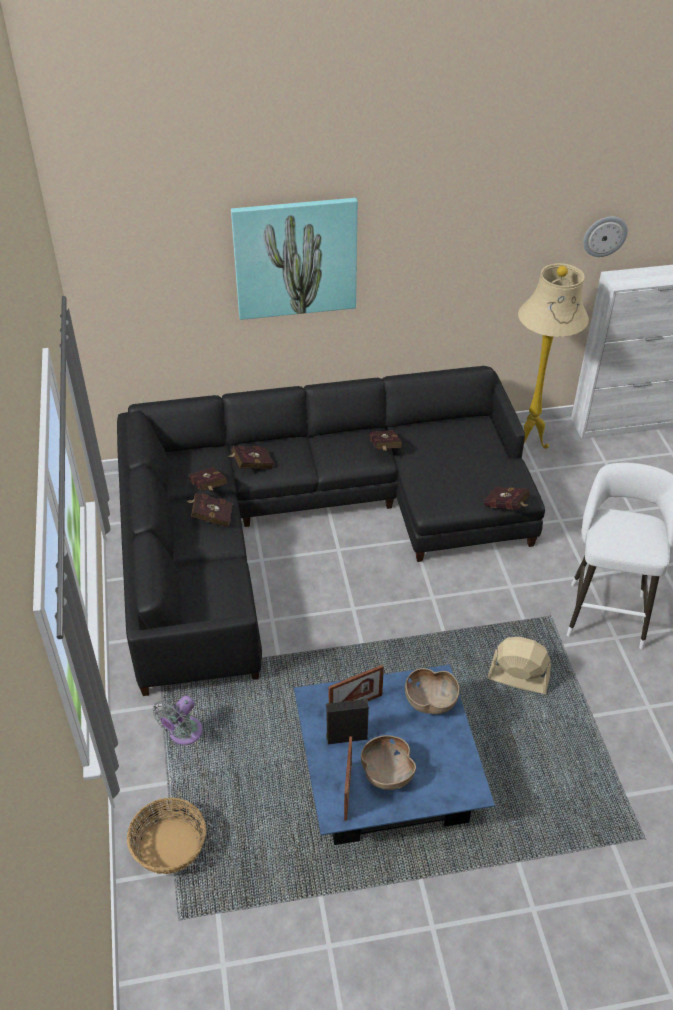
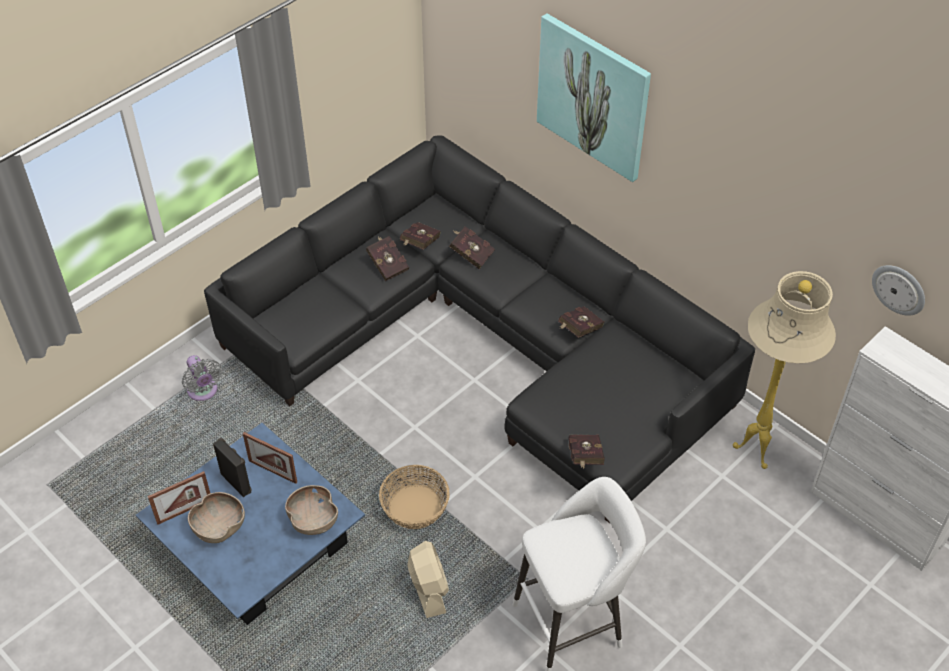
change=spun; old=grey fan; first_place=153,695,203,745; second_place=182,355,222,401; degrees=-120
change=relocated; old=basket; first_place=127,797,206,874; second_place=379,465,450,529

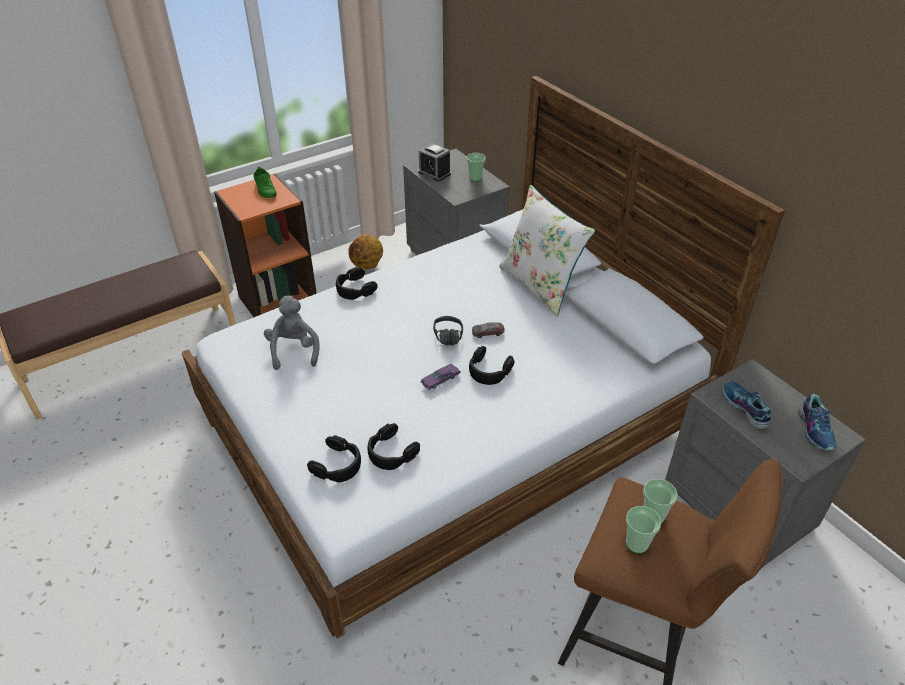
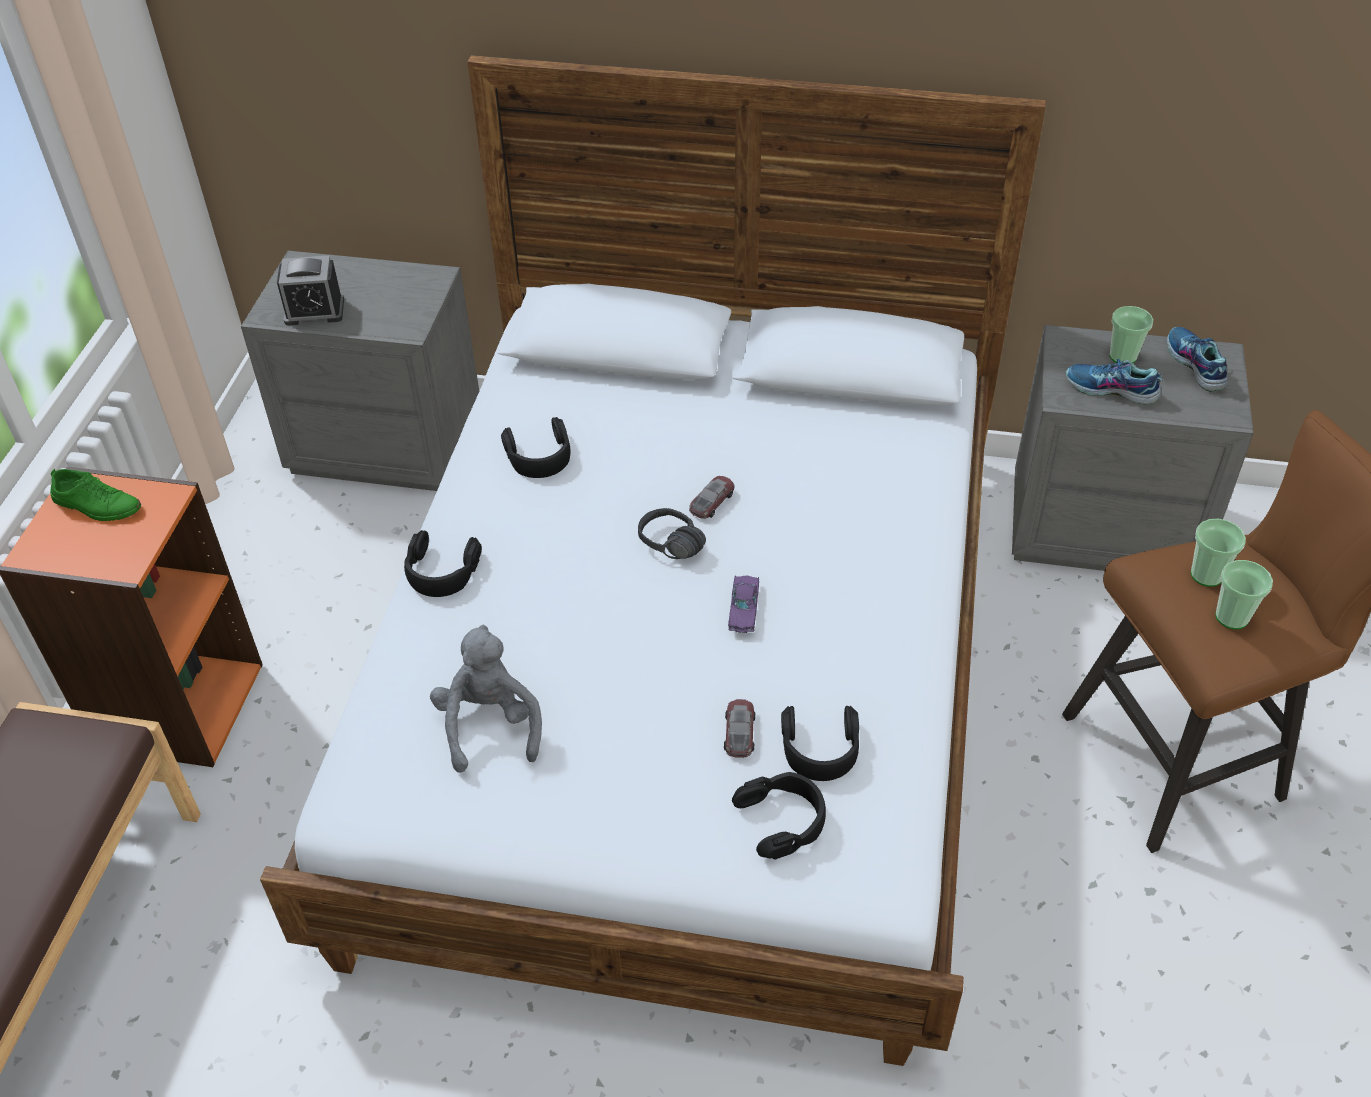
change=relocated; old=cup; first_place=466,153,486,182; second_place=1110,306,1153,364
change=missing; old=white pillow; first_place=499,185,595,316
change=missing; old=basketball; first_place=348,234,383,270
change=spun; old=grey plush toy; first_place=264,296,320,370; second_place=430,625,542,773; degrees=45
change=relocated; old=black headphones; first_place=469,346,515,385; second_place=501,417,570,478
change=spun; old=shoe; first_place=798,393,838,451; second_place=1167,327,1228,392; degrees=-150
change=appeared; new=toy car; second_place=724,699,755,758

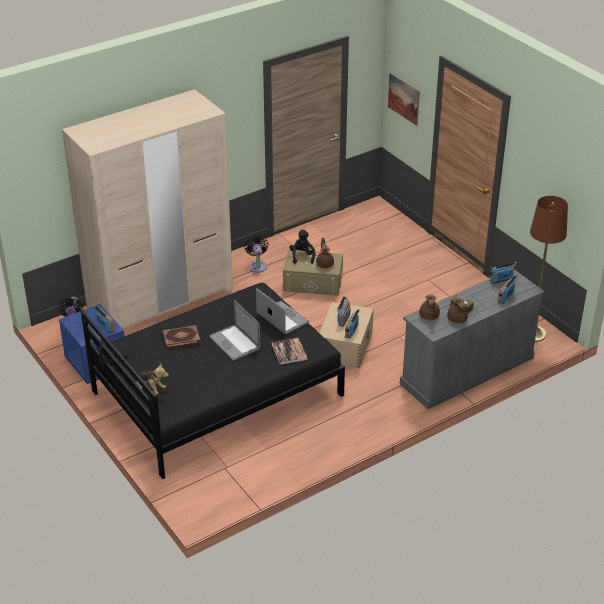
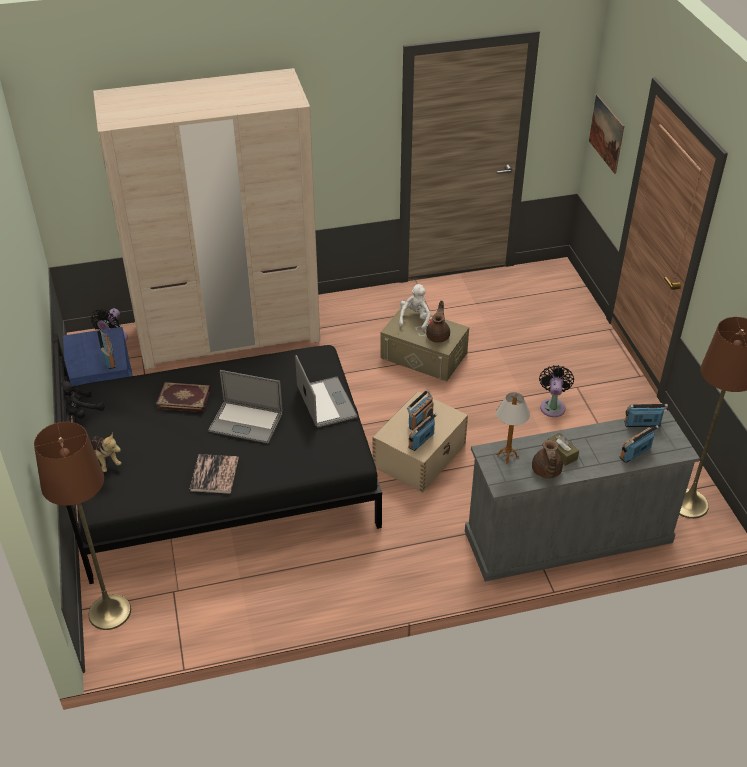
change=colour; old=black plush toy; new=white plush toy; first_place=289,230,315,264; second_place=399,284,431,332
change=relocated; old=black fan; first_place=245,236,268,273; second_place=539,365,574,417
change=exchanged; old=brown teapot; new=table lamp; first_place=419,294,440,320; second_place=496,392,530,464
change=spun; old=laptop; first_place=209,300,261,361; second_place=209,370,283,443; degrees=-60
change=relocated; old=book; first_place=271,338,308,365; second_place=190,454,239,494
change=appeared; new=brown floor lamp; second_place=34,422,131,630

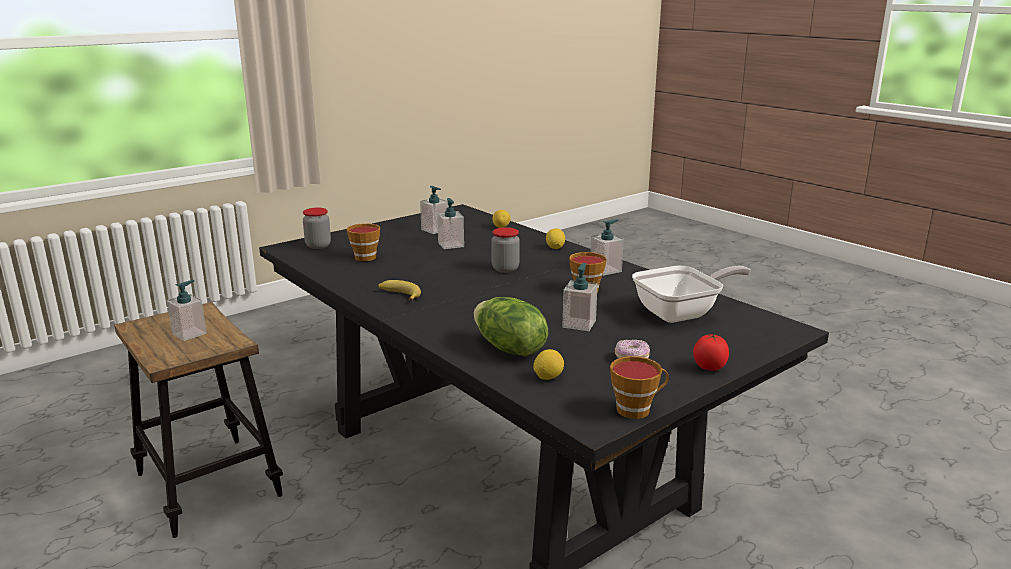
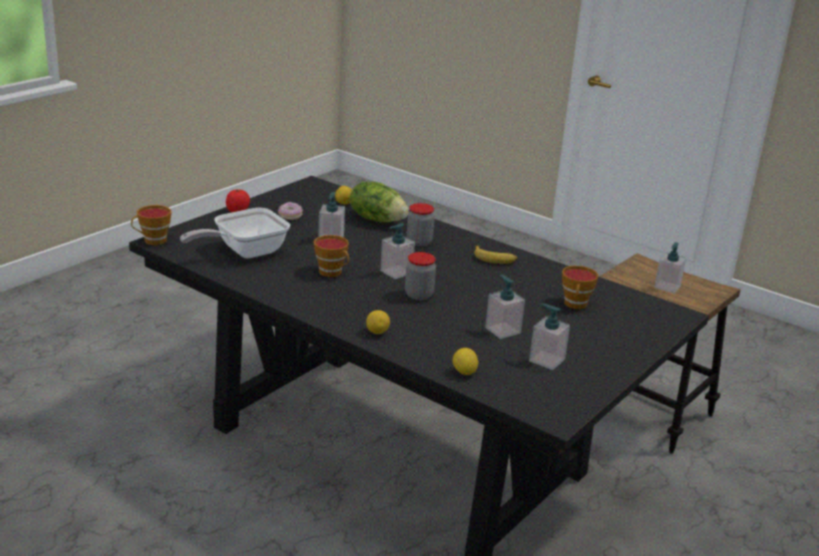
change=relocated; old=jar; first_place=303,208,331,249; second_place=407,203,435,247
change=relocated; old=soap dispenser; first_place=590,219,624,276; second_place=380,223,415,279
change=relocated; old=cup; first_place=610,356,669,419; second_place=131,205,171,245

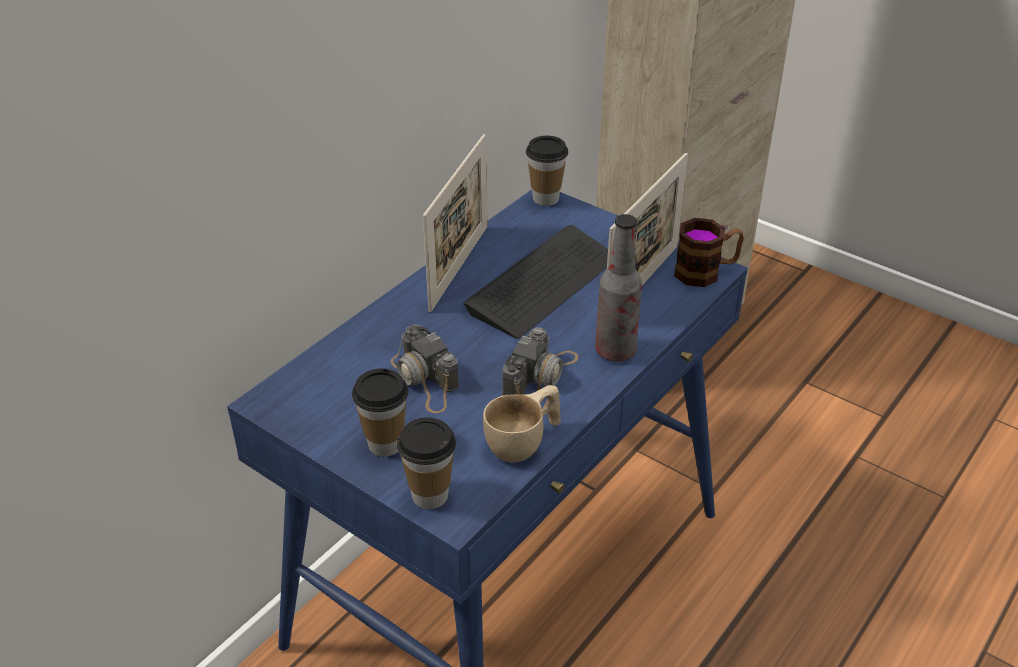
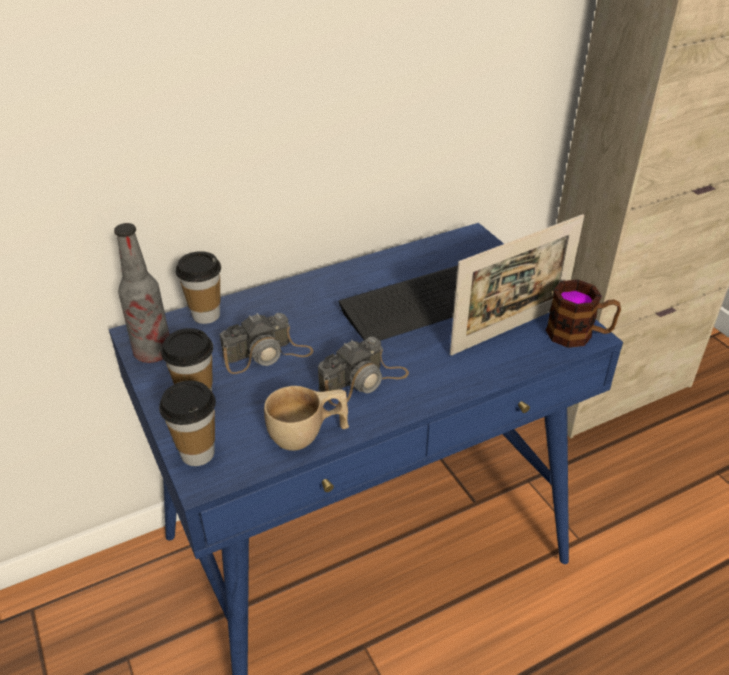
change=missing; old=picture frame; first_place=423,134,487,312
change=relocated; old=cup; first_place=526,136,568,206; second_place=176,251,221,324
change=relocated; old=bottle; first_place=595,214,642,362; second_place=114,223,169,363
change=spun; old=photo camera; first_place=391,324,459,413; second_place=220,313,314,374; degrees=-105

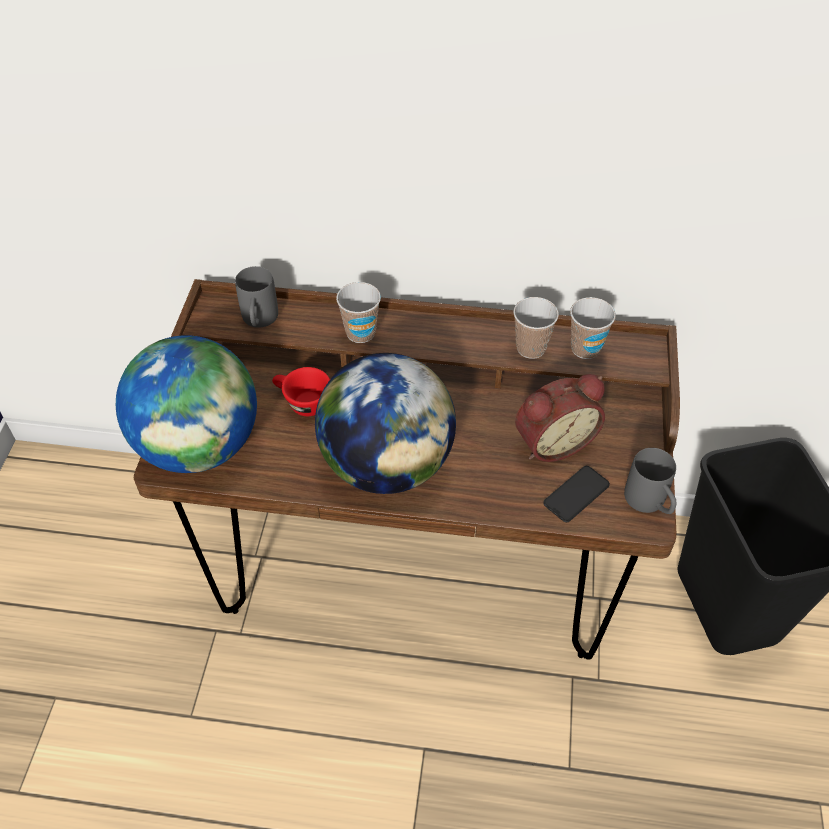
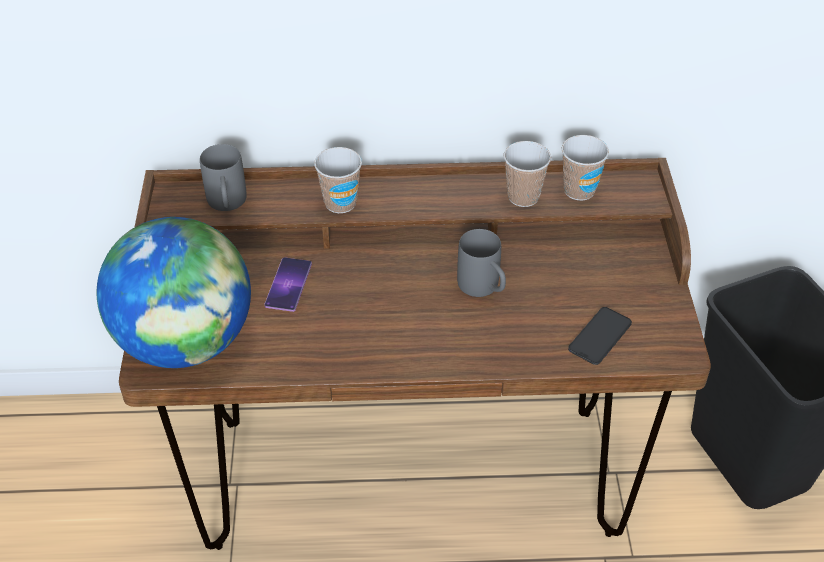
change=missing; old=globe; first_place=315,353,456,494
change=exchanged; old=red cup; new=phone; first_place=272,367,330,416; second_place=265,257,312,312
change=missing; old=alarm clock; first_place=515,374,605,462
change=relocated; old=grey mug; first_place=624,448,677,514; second_place=457,229,506,297

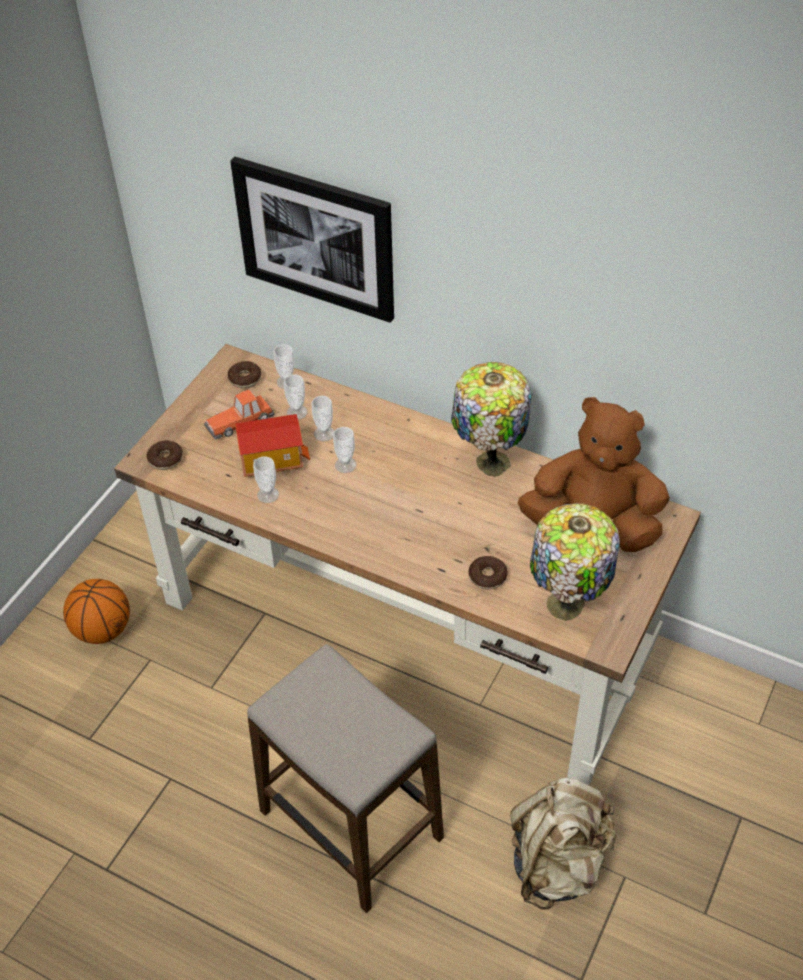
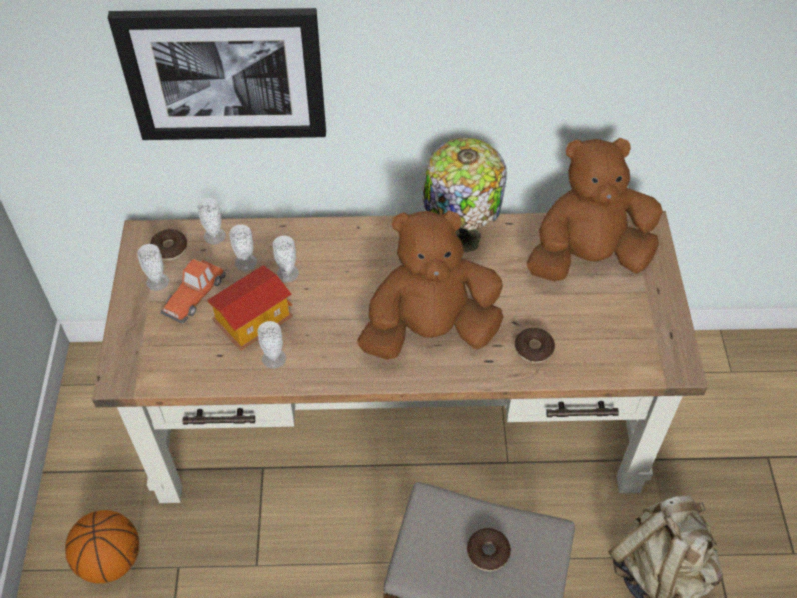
change=relocated; old=cup; first_place=333,427,357,473; second_place=137,244,169,291
change=relocated; old=donut; first_place=147,440,183,470; second_place=467,528,511,571
change=missing; old=table lamp; first_place=530,503,620,621
change=appeared; new=brown plush toy; second_place=357,211,503,360

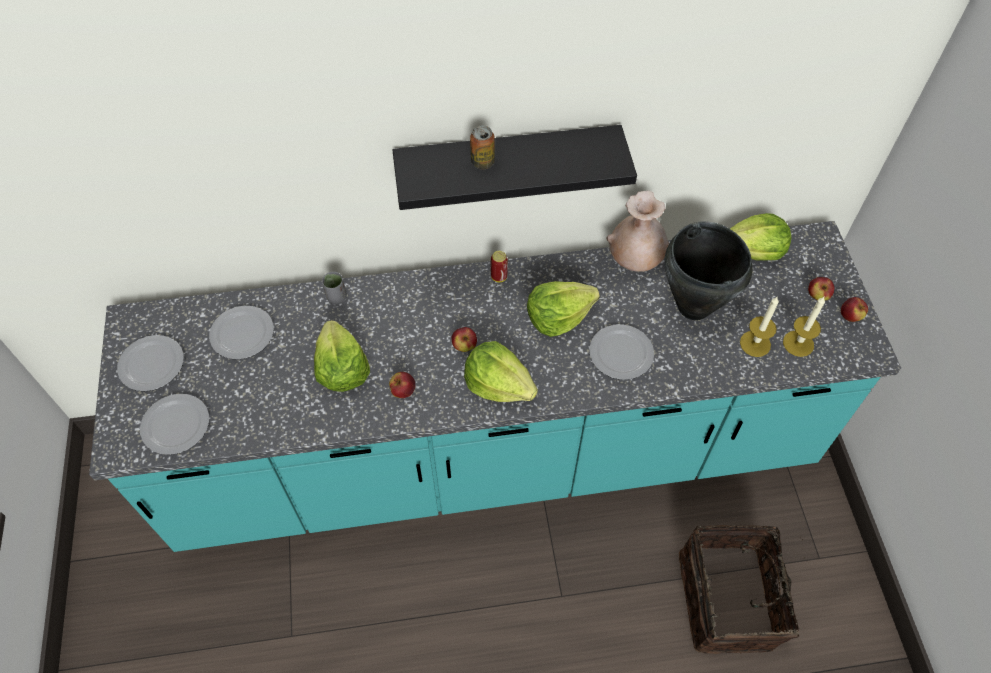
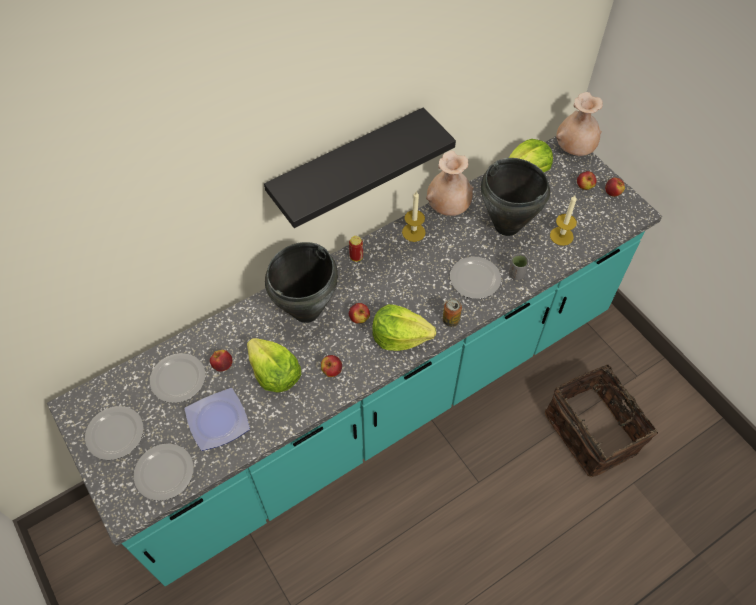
change=relocated; old=can; first_place=470,125,495,169; second_place=443,298,462,327
change=relocated; old=grey cup; first_place=322,272,347,304; second_place=508,254,529,280
change=missing; old=lettuce; first_place=527,281,600,337
change=relocated; old=candle; first_place=783,297,825,357; second_place=402,191,426,242
change=appeared; new=beige vase; second_place=556,92,603,156
change=appeared; new=black cooking pot; second_place=265,242,338,323
change=appeared; new=apple; second_place=210,350,232,372
change=appeared; new=plate; second_place=185,388,250,451

